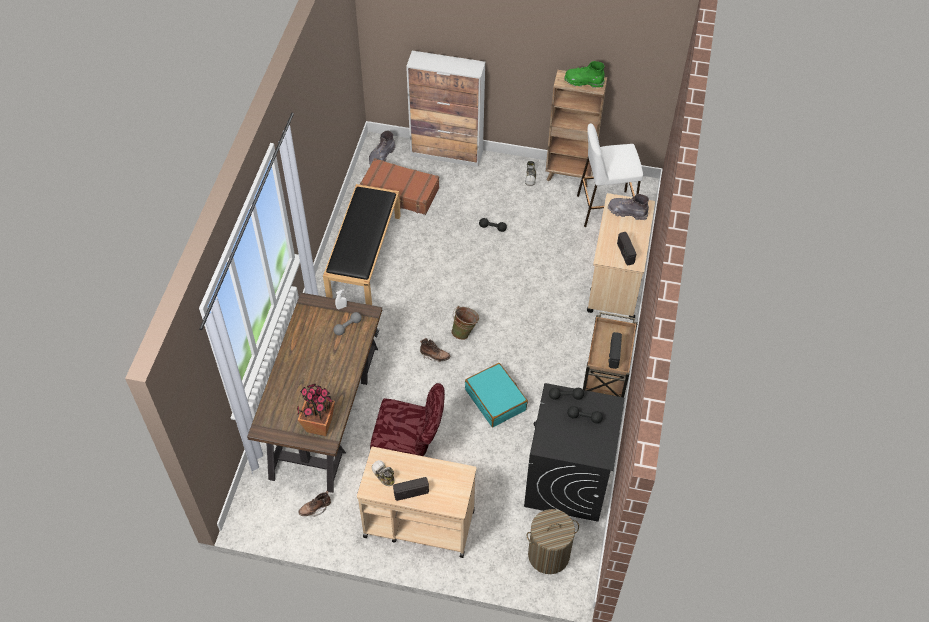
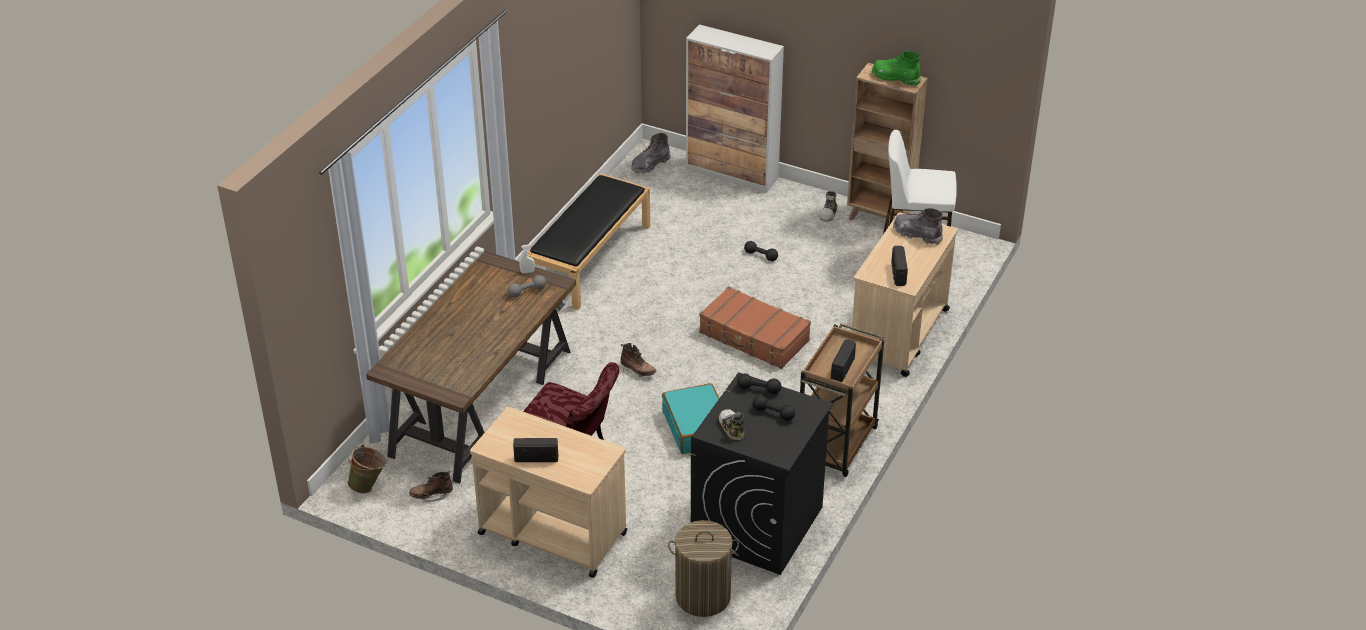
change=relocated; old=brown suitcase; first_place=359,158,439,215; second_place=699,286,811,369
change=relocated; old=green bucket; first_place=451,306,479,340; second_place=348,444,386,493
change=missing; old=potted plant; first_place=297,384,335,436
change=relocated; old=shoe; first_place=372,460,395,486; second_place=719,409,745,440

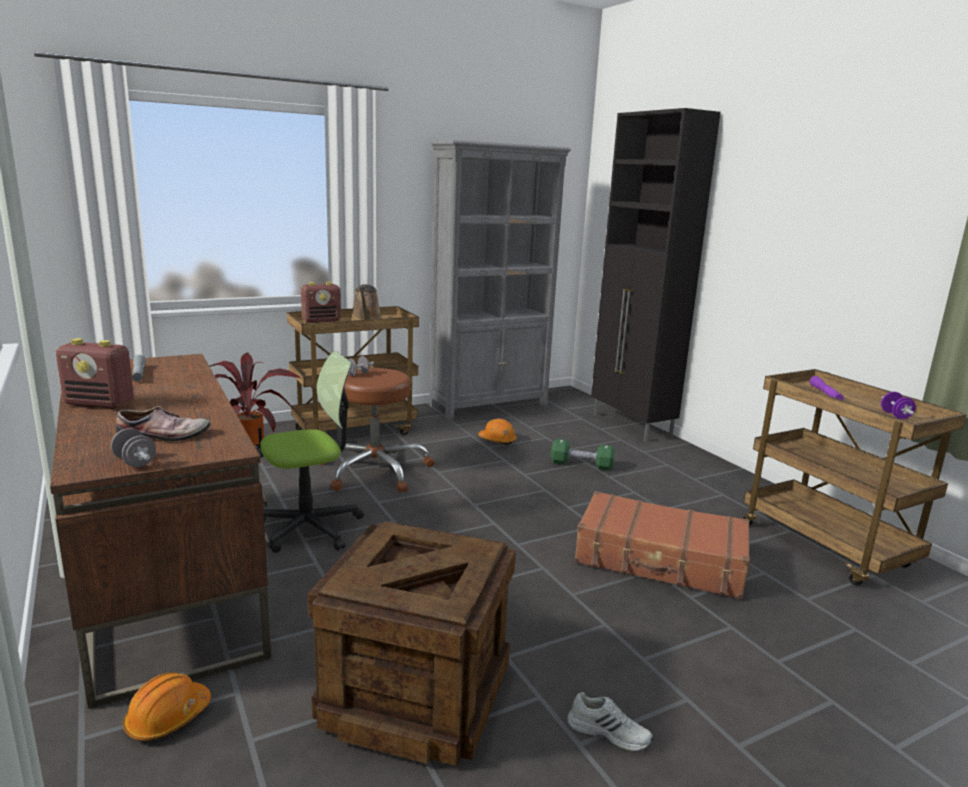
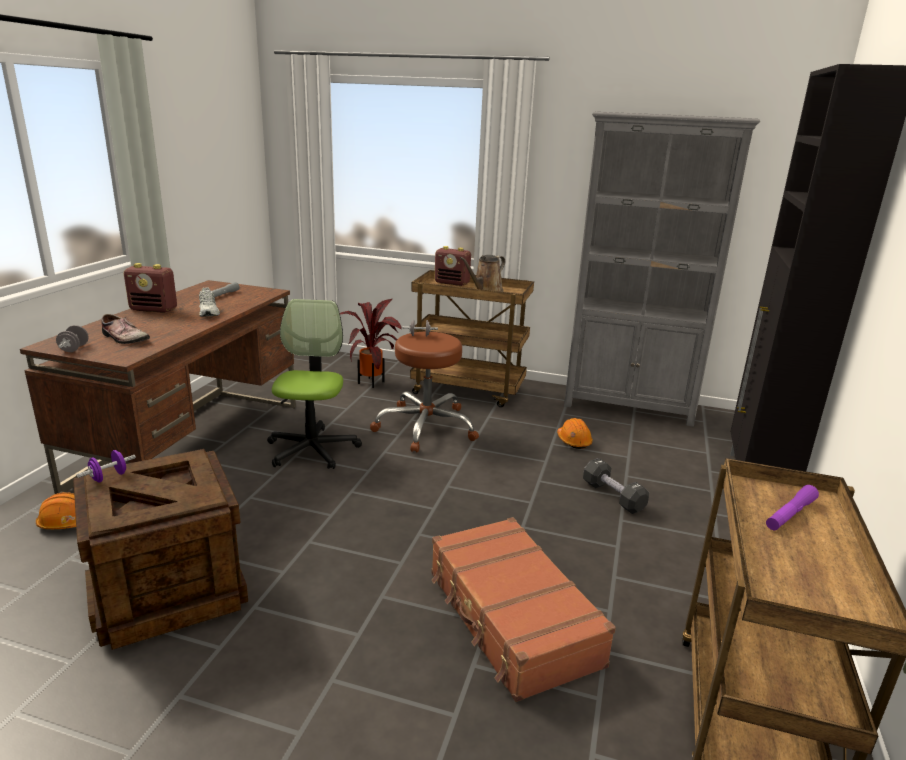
change=spun; old=radio; first_place=56,338,134,409; second_place=124,263,177,313; degrees=-45
change=spun; old=office chair; first_place=260,351,364,553; second_place=267,299,362,469; degrees=-105
change=relocated; old=purple dumbbell; first_place=881,392,916,419; second_place=76,450,136,482
change=colour; old=green dumbbell; new=black dumbbell; first_place=551,439,615,471; second_place=583,458,649,514
change=relocated; old=white shoe; first_place=567,692,653,752; second_place=199,287,220,317

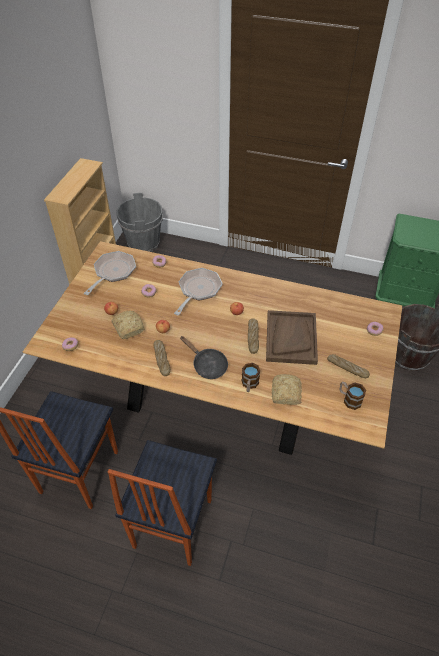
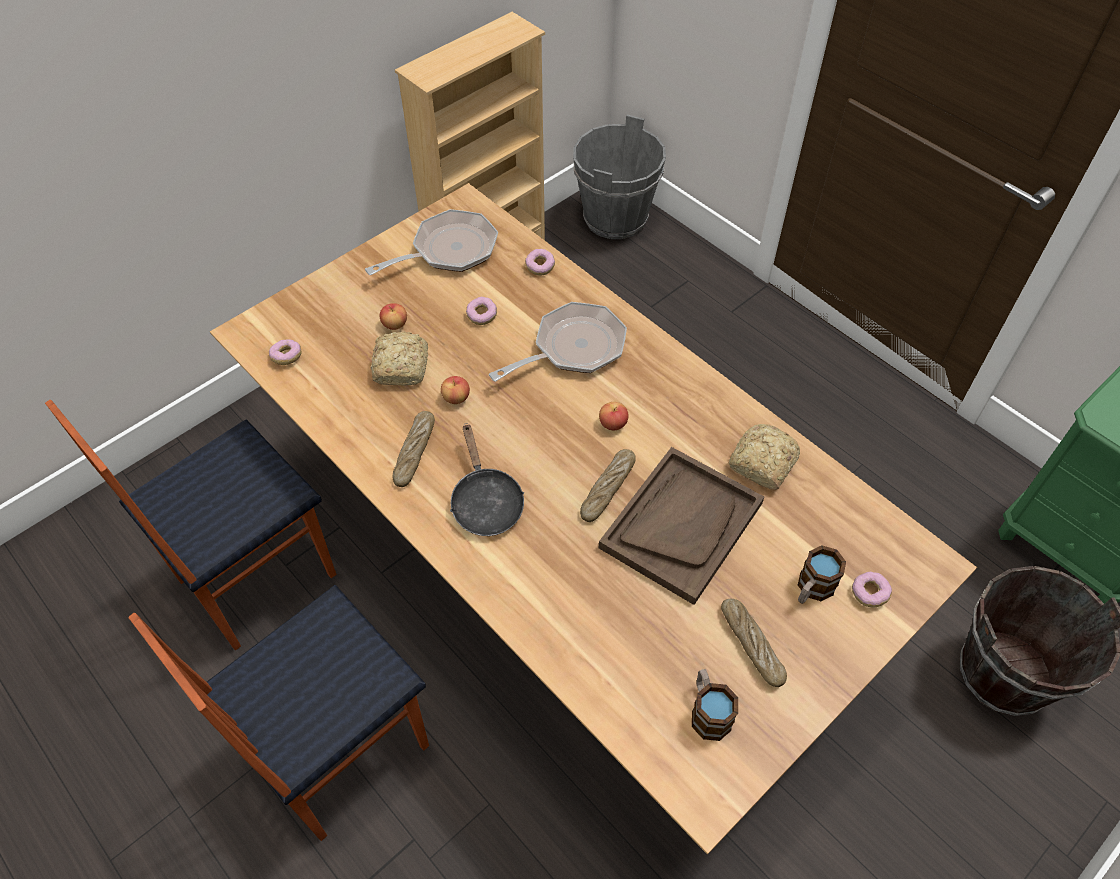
change=relocated; old=mug; first_place=241,363,260,392; second_place=798,545,846,604
change=relocated; old=bread; first_place=272,374,302,405; second_place=729,424,800,490

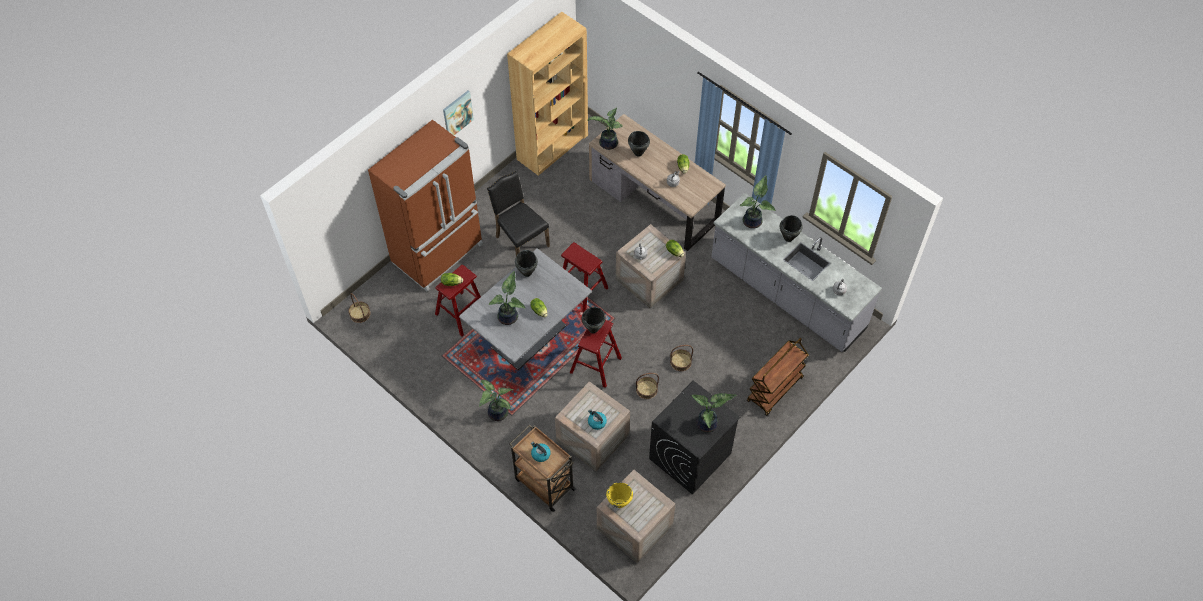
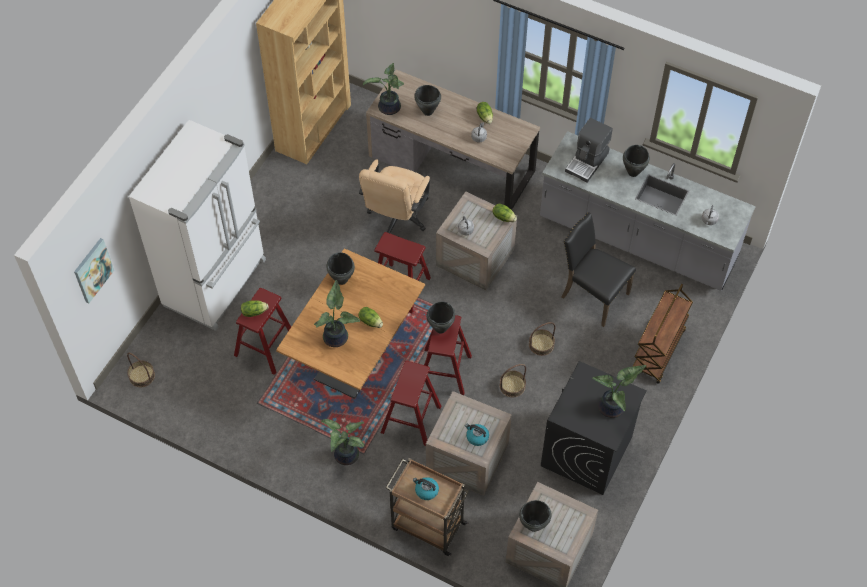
change=relocated; old=picture; first_place=443,91,474,135; second_place=74,238,114,303
change=colour; old=brown fridge; new=white fridge; first_place=368,120,483,292; second_place=129,120,266,331
change=relocated; old=black chair; first_place=487,171,550,256; second_place=561,212,636,327
change=exchanged; old=potted plant; new=coffee machine; first_place=739,175,775,229; second_place=565,118,613,183
change=colour; old=grey dining table; new=brown dining table; first_place=459,248,592,370; second_place=276,248,425,399
change=colour; old=yellow cooking pot; new=black cooking pot; first_place=606,482,633,508; second_place=519,500,552,532
change=appeared; new=beige office chair; second_place=359,159,430,233
change=appeared; new=red stool; second_place=381,361,441,446

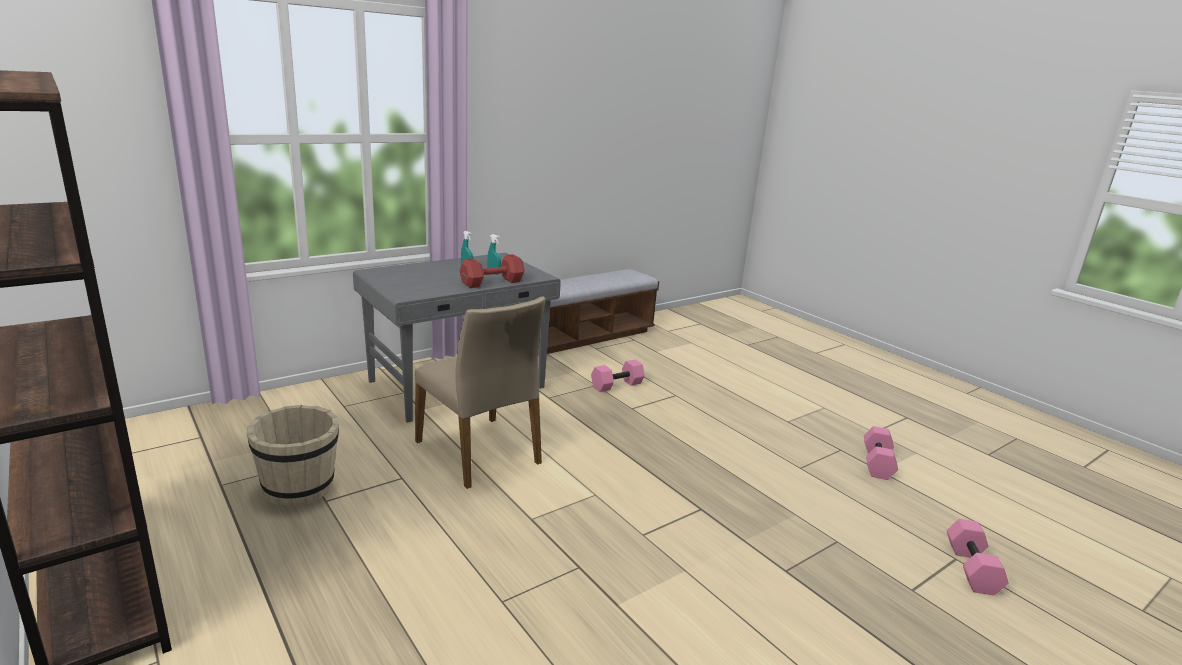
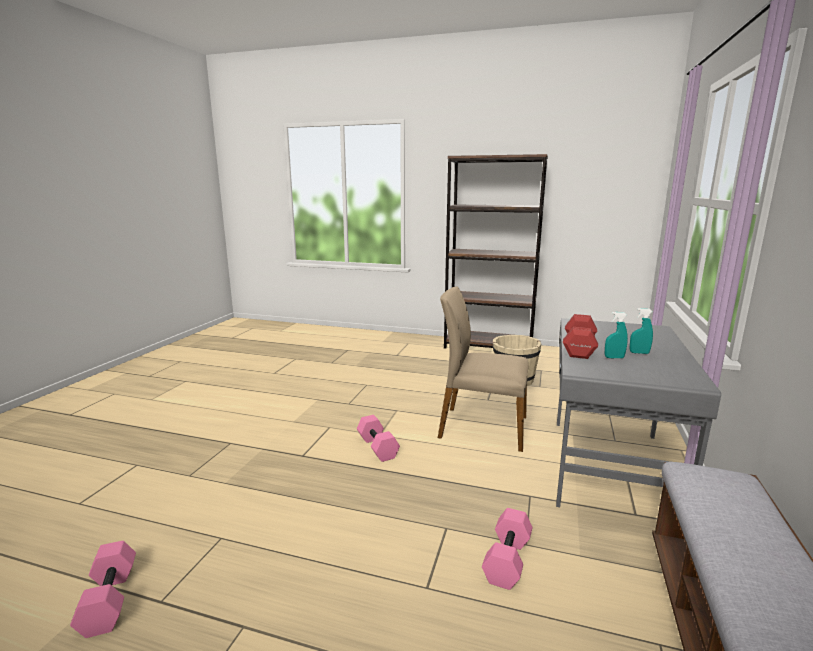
change=relocated; old=pink dumbbell; first_place=947,519,1009,596; second_place=357,415,400,462

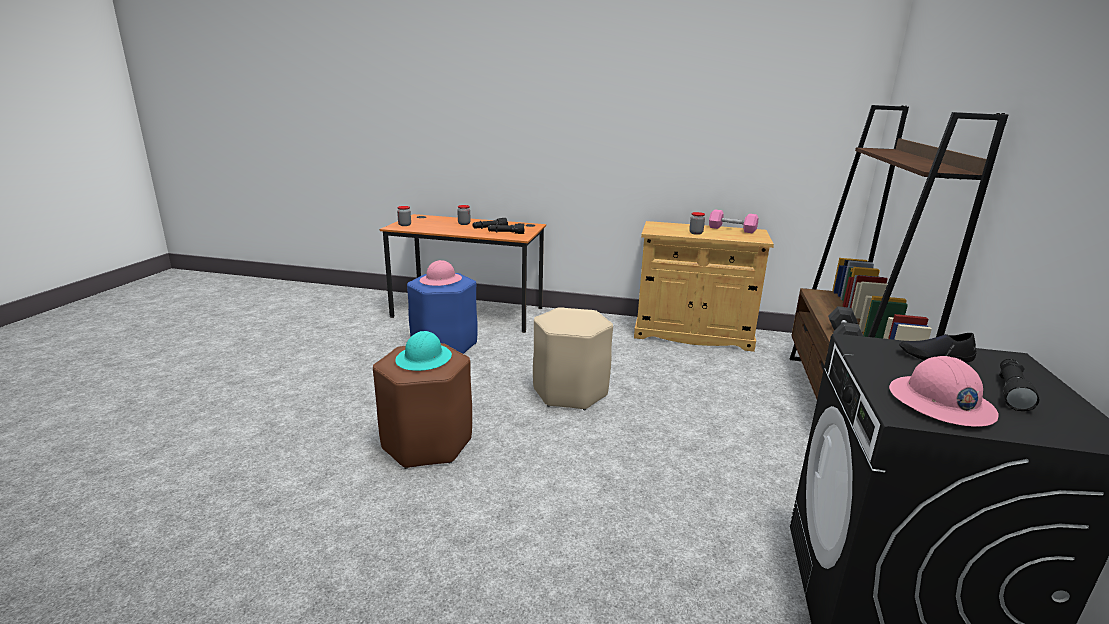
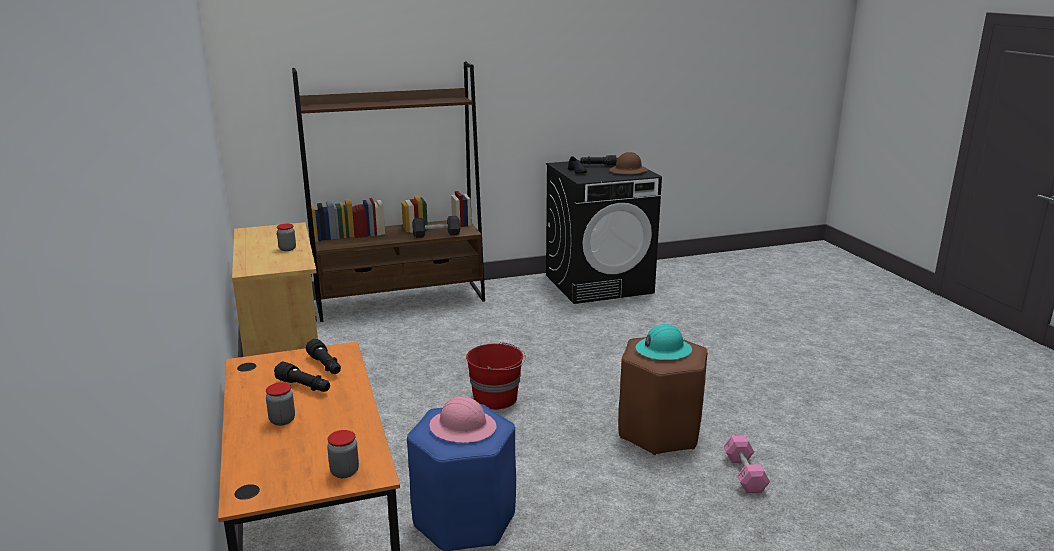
change=relocated; old=pink dumbbell; first_place=709,210,758,233; second_place=723,436,770,493
change=exchanged; old=beige stool; new=red bucket; first_place=533,307,613,410; second_place=466,342,526,410
change=colour; old=pink hard hat; new=brown hard hat; first_place=889,356,999,427; second_place=609,152,648,175

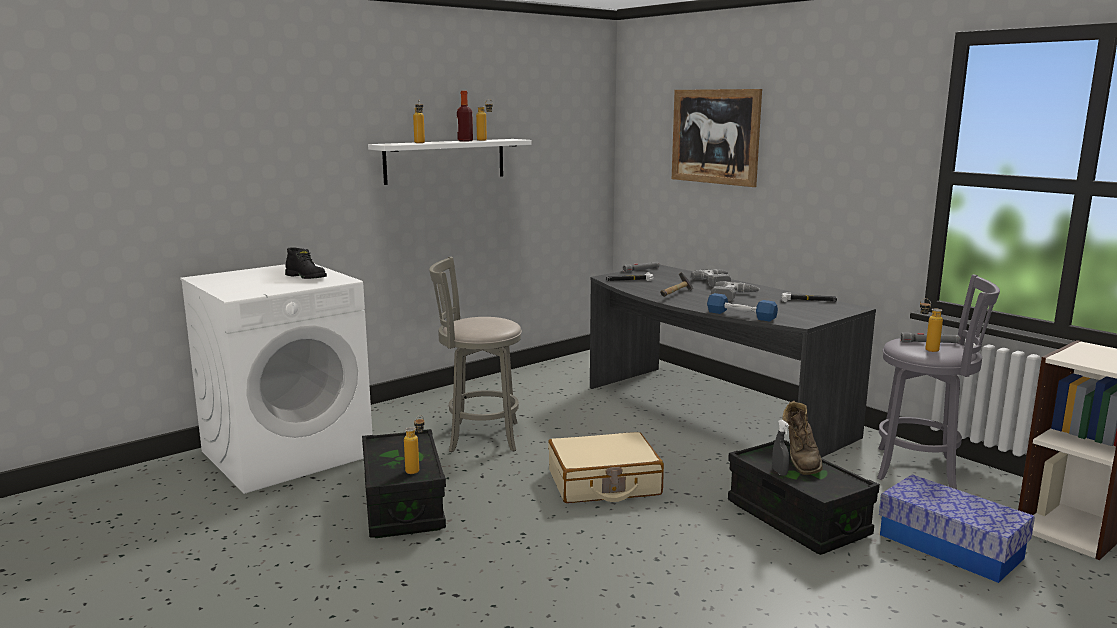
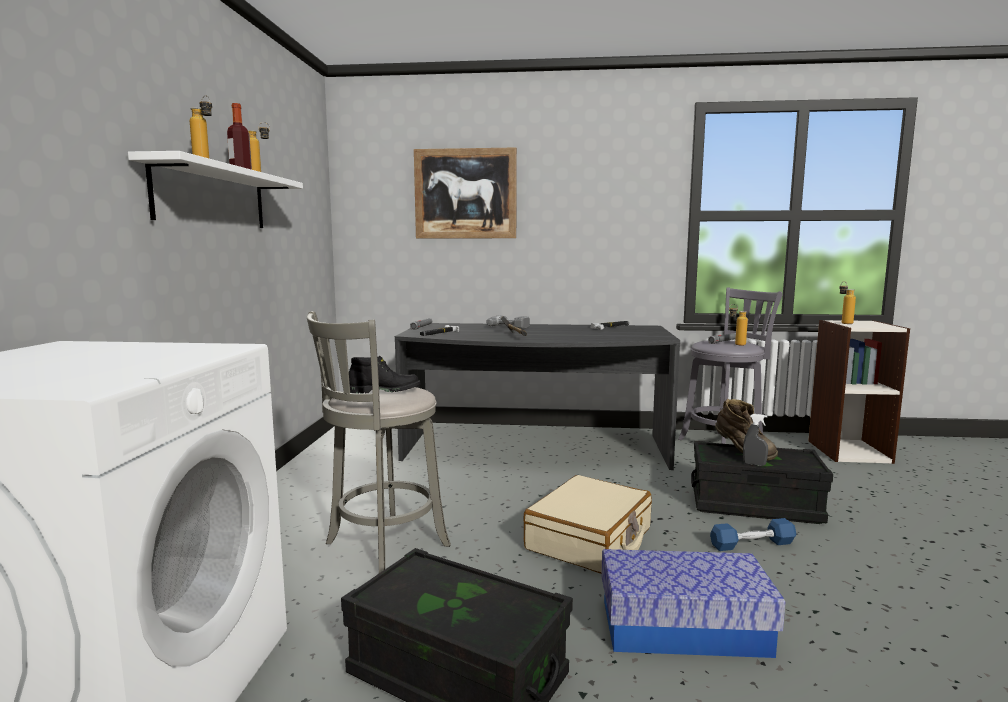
change=relocated; old=black boot; first_place=285,247,327,279; second_place=349,356,421,394
change=missing; old=power drill; first_place=711,281,760,301
change=relocated; old=blue dumbbell; first_place=707,293,778,321; second_place=710,518,797,551
change=relocated; old=bottle; first_place=404,415,424,474; second_place=839,281,856,324
change=relocated; old=storage box; first_place=879,474,1035,583; second_place=601,549,786,658

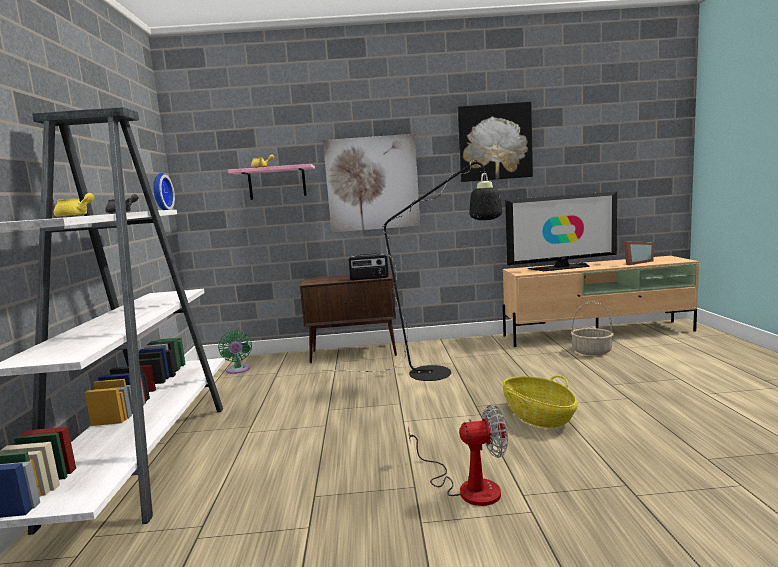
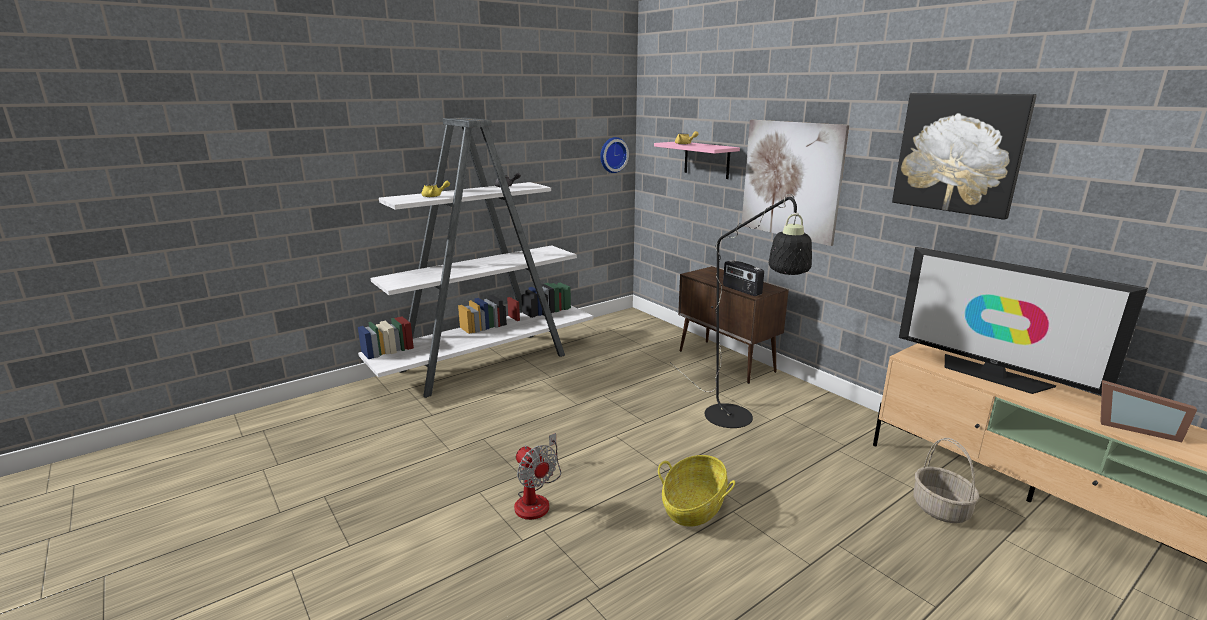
change=missing; old=green fan; first_place=218,330,252,374

